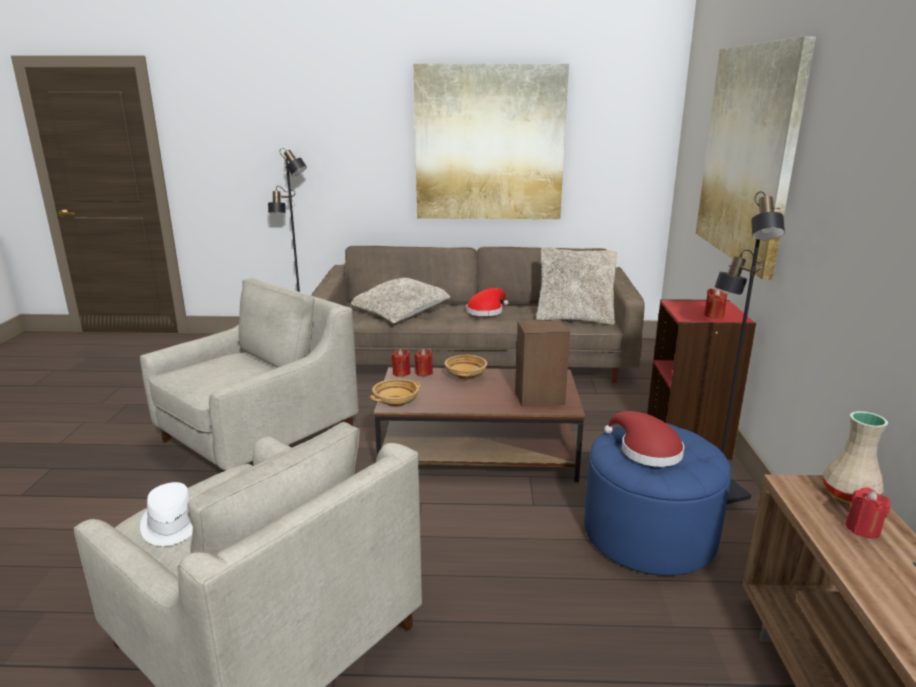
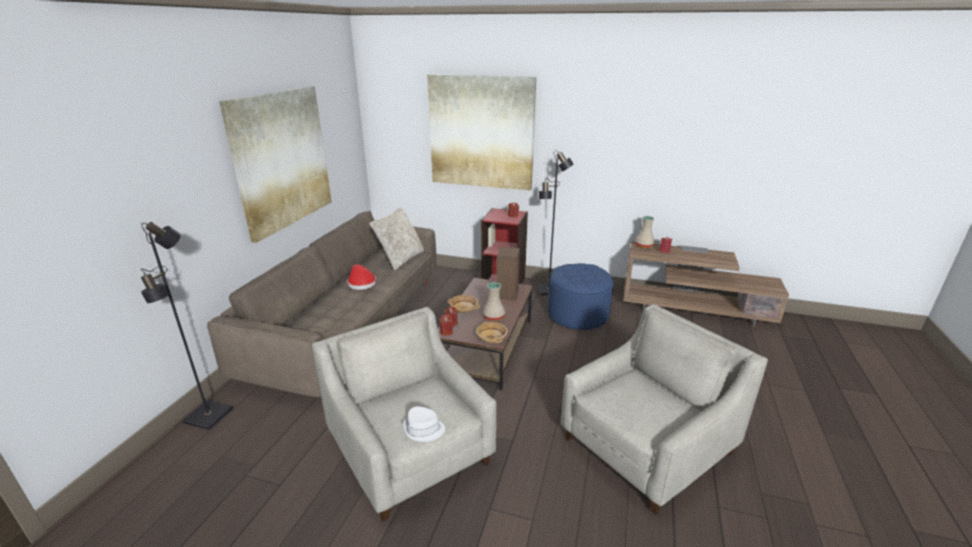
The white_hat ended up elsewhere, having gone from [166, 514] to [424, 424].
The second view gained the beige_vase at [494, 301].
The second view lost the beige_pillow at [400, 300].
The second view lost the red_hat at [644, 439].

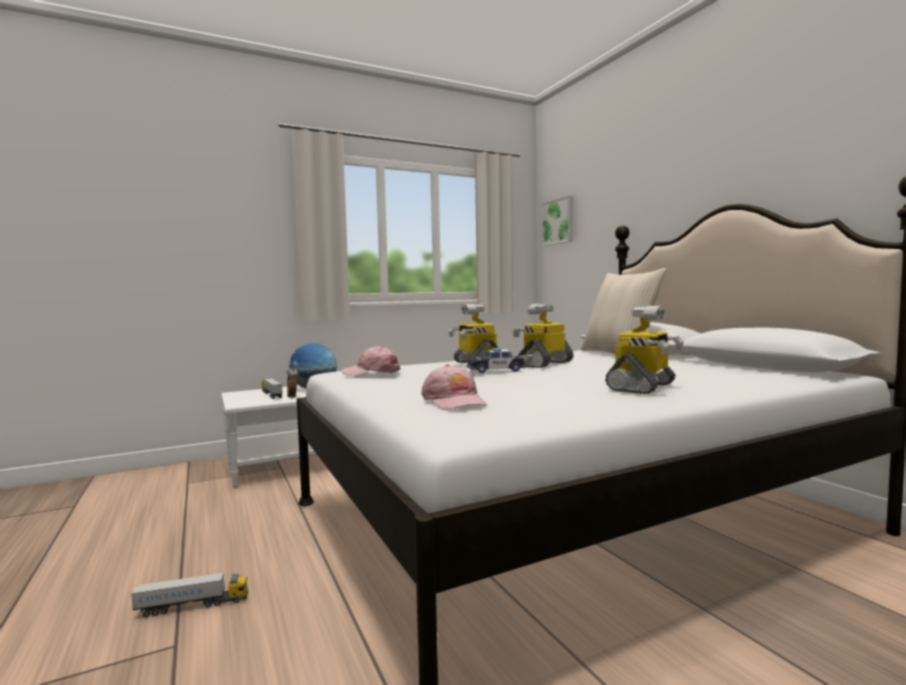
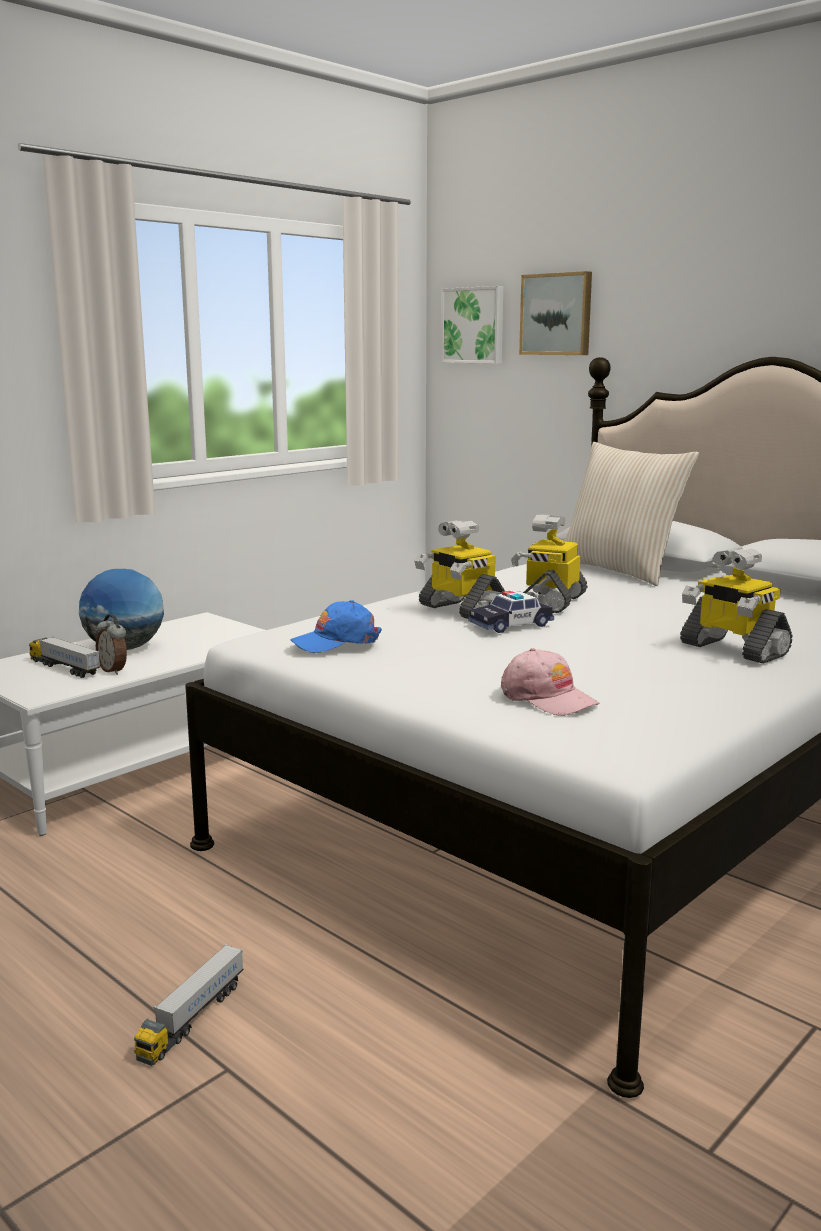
The toy_truck at [189, 594] ended up facing another way, 150 degrees clockwise from before.
What was the pink_cap at [371, 361] turned into the blue_cap at [336, 626].
The second view gained the picture at [555, 313].
The toy_robot at [644, 350] ended up facing another way, 120 degrees clockwise from before.

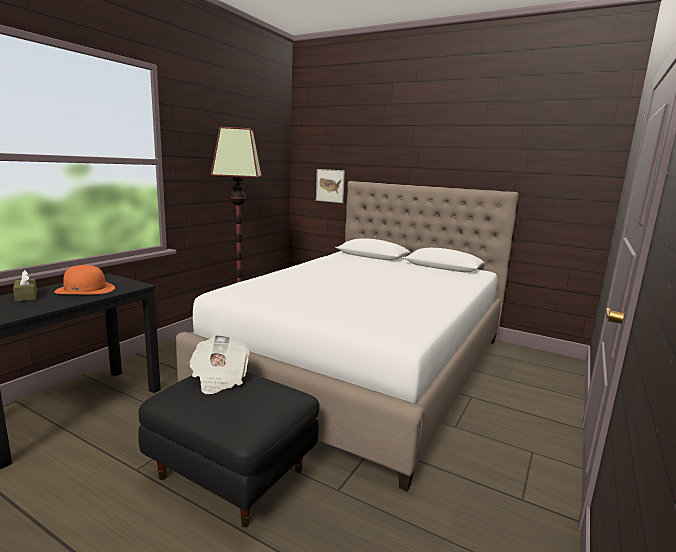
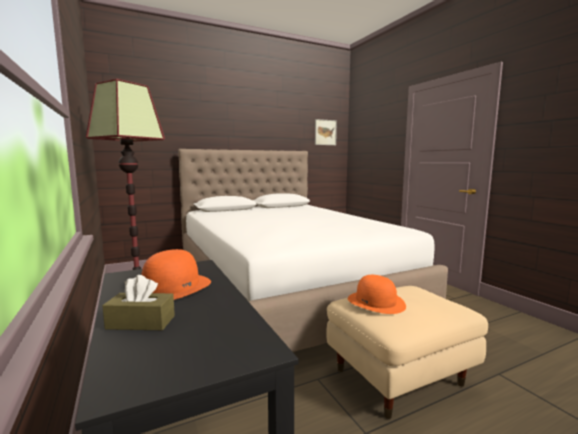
The picture ended up elsewhere, having gone from [330, 186] to [326, 132].
What was the black_ottoman at [229, 449] turned into the beige_ottoman at [407, 352].
Where the newspaper stood at [219, 364], the orange_hat came to stand at [377, 294].

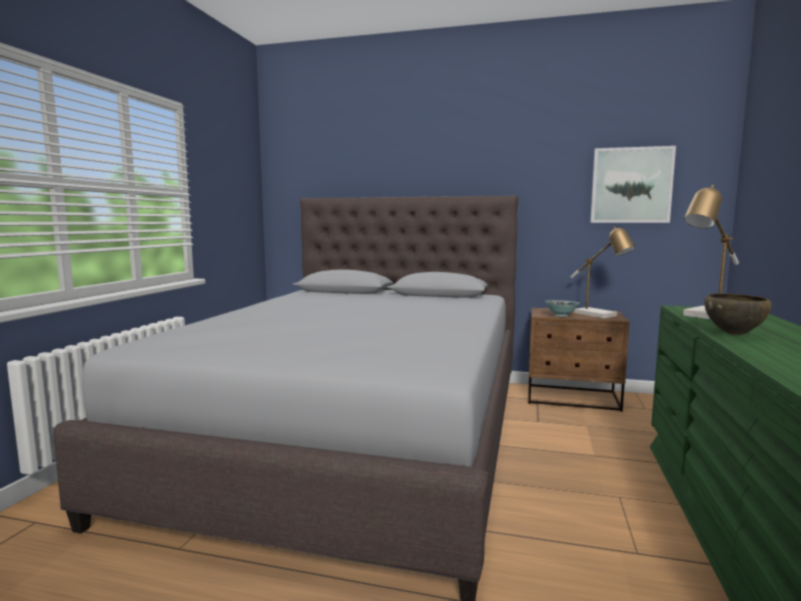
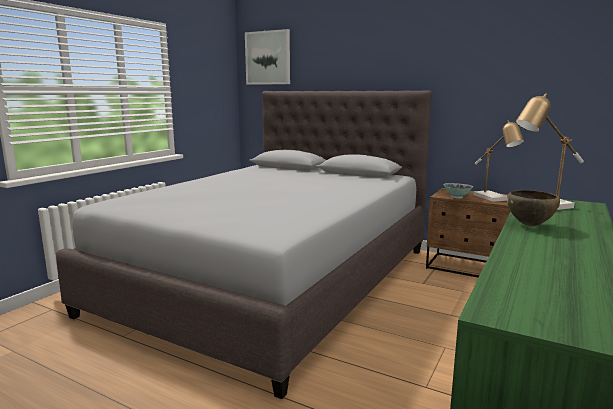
The picture ended up elsewhere, having gone from [633, 184] to [267, 57].

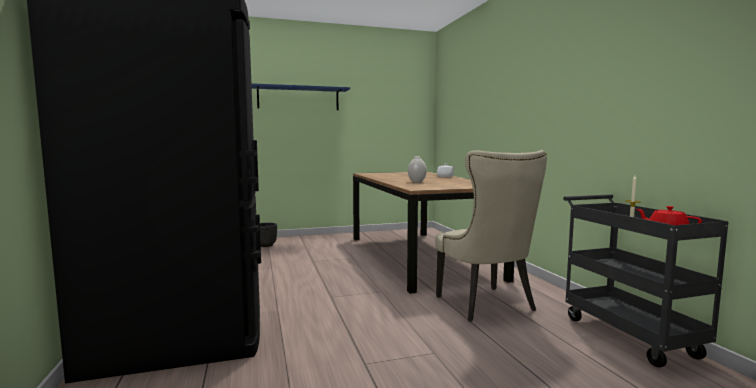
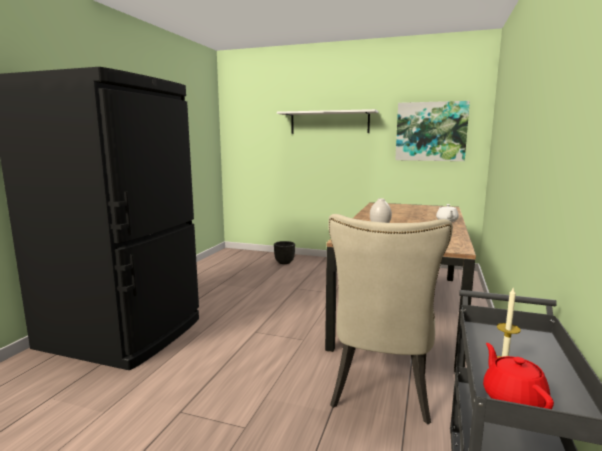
What was the blue_shelf at [300, 96] turned into the white_shelf at [327, 121].
The second view gained the picture at [432, 131].

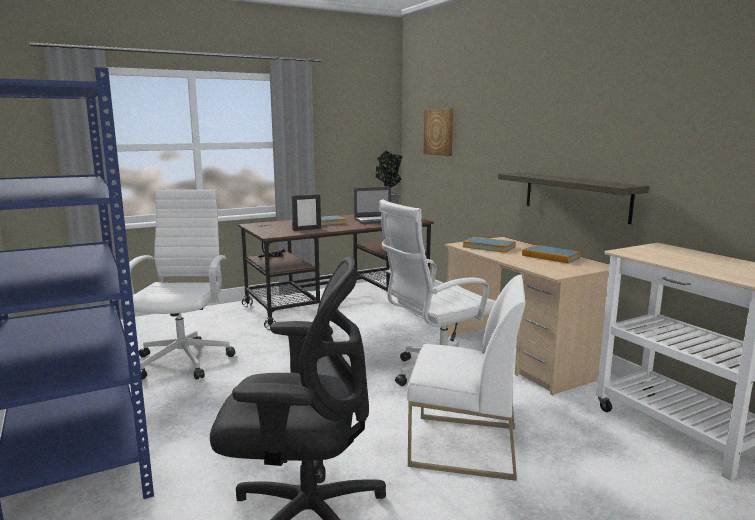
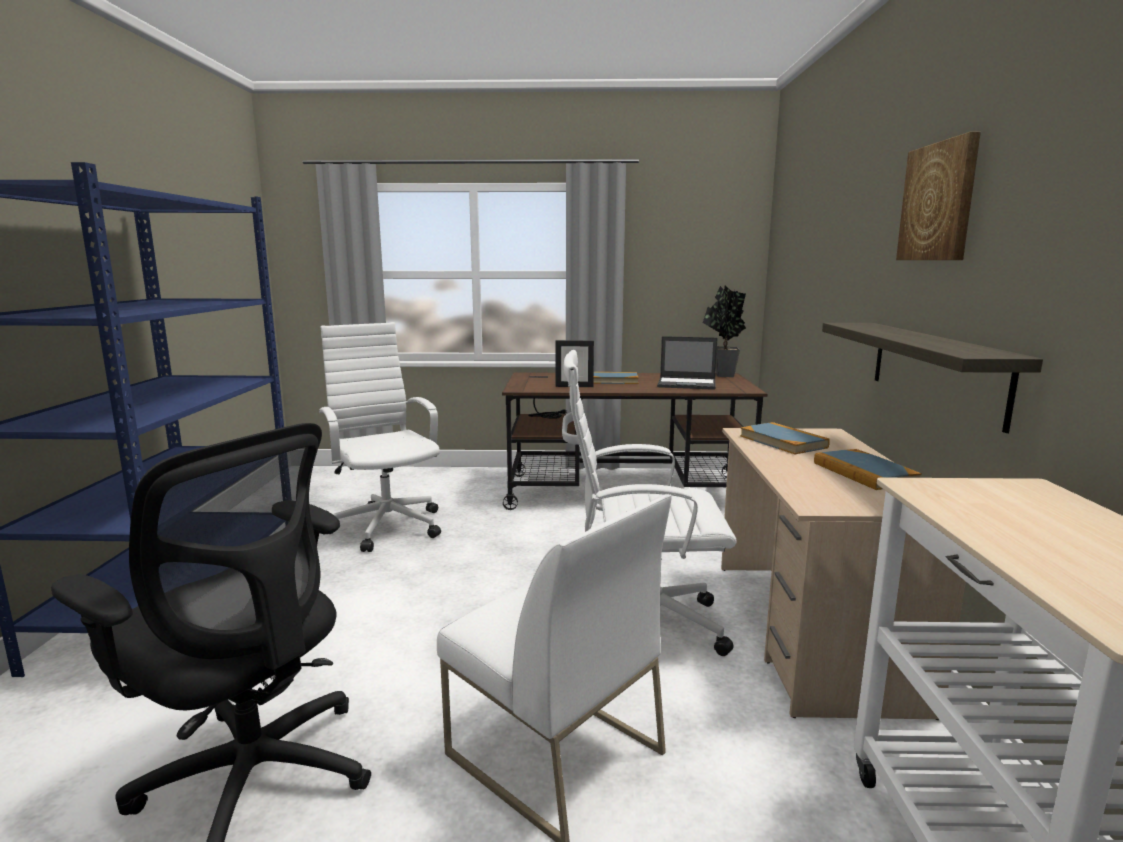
The white_office_chair at [179, 284] ended up facing another way, 60 degrees counterclockwise from before.
The picture ended up elsewhere, having gone from [438, 132] to [938, 196].

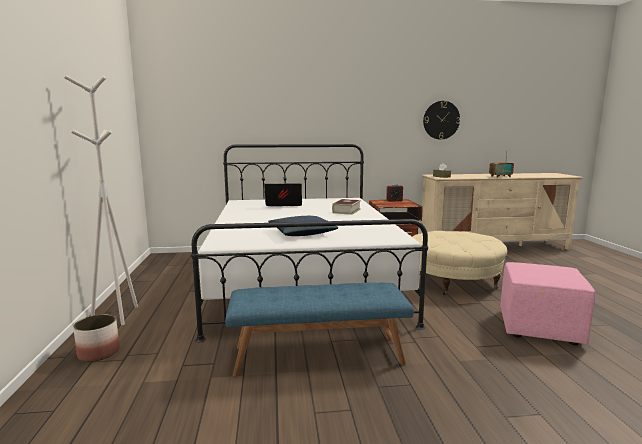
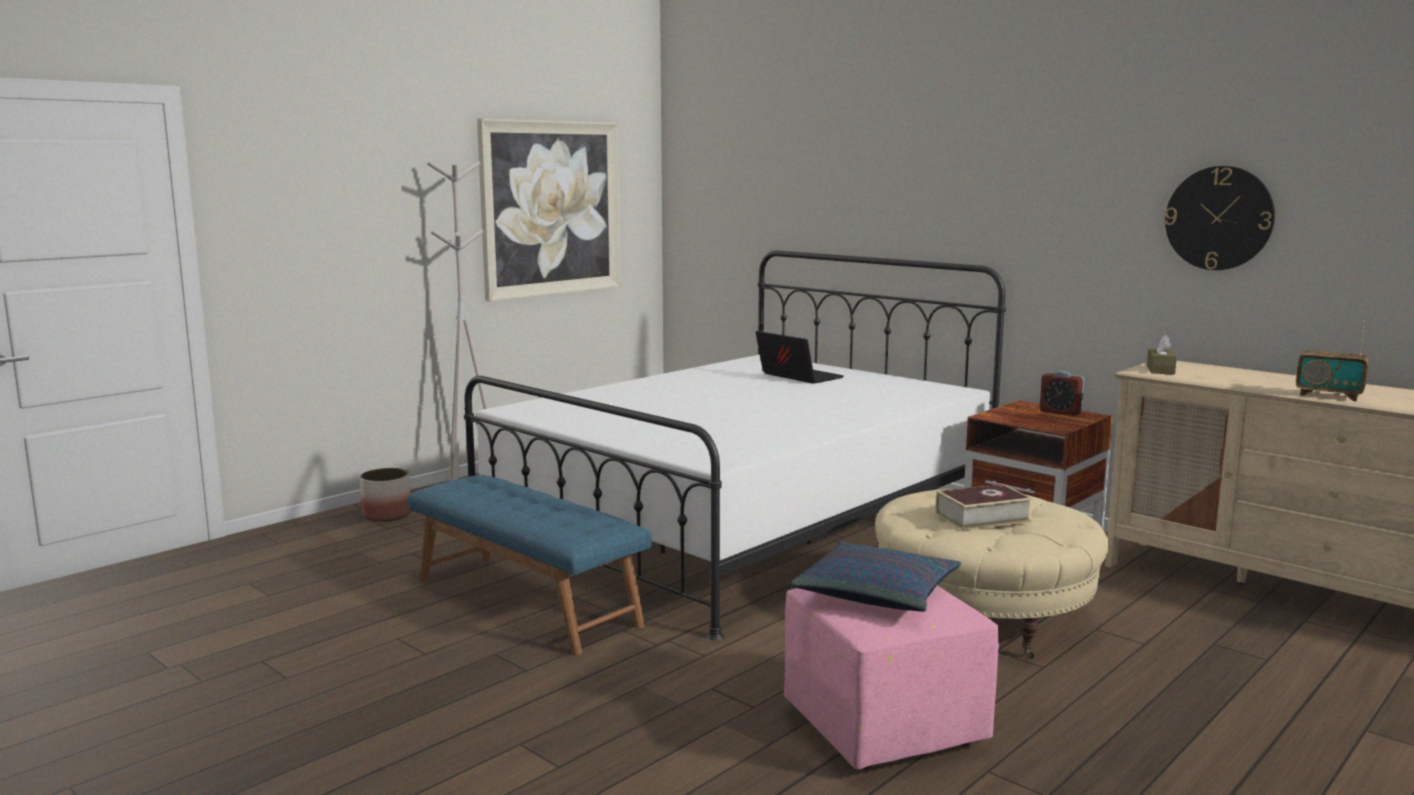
The second view gained the picture at [549, 210].
The blue_pillow ended up elsewhere, having gone from [303, 226] to [876, 576].
The book ended up elsewhere, having gone from [346, 207] to [984, 507].

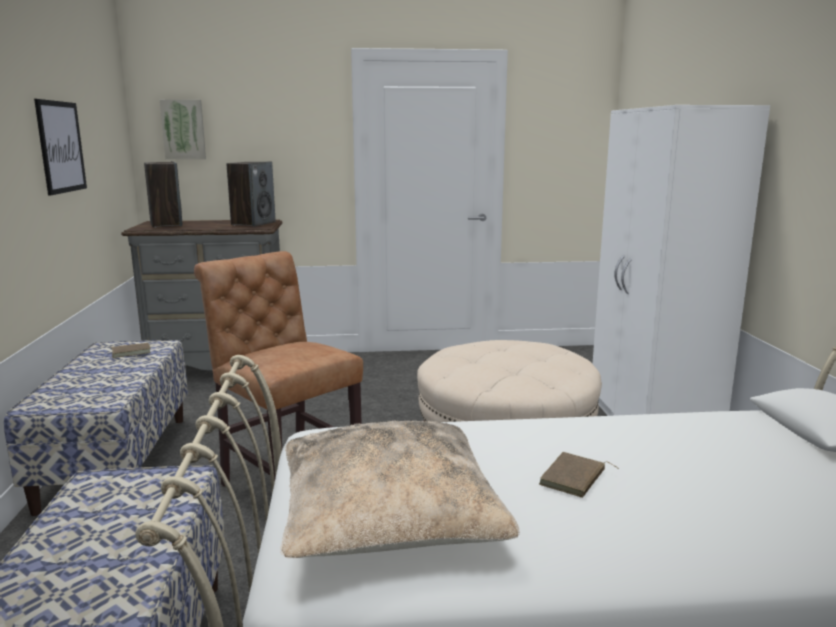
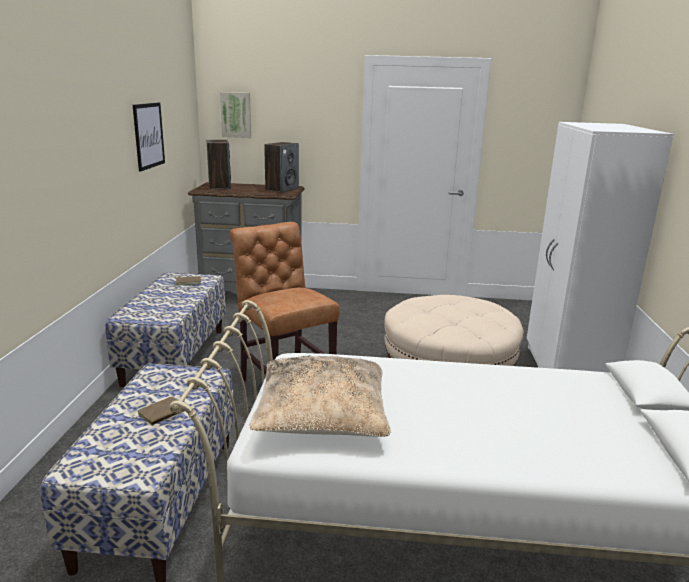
The brown_book ended up elsewhere, having gone from [579, 475] to [161, 410].

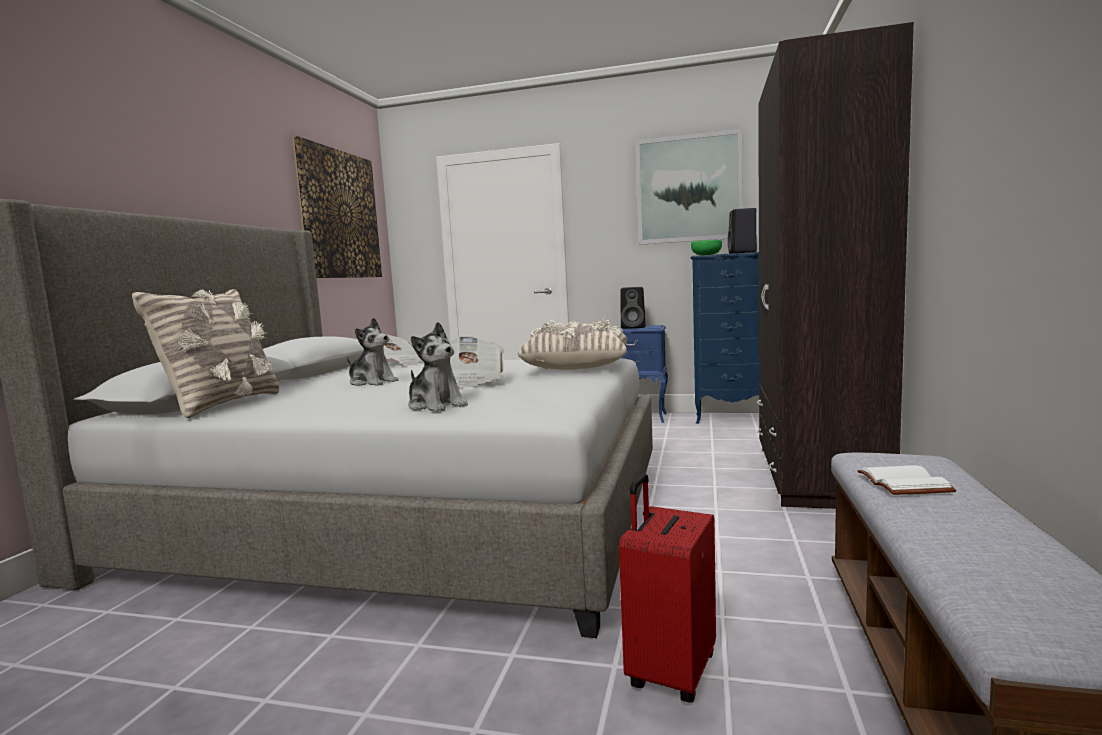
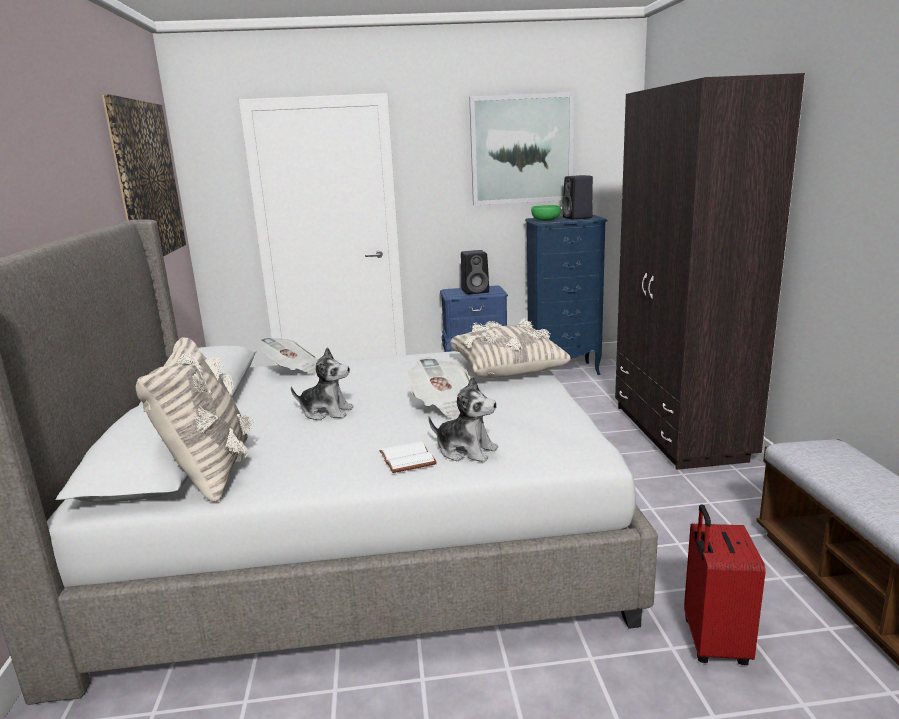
The white_book ended up elsewhere, having gone from [907, 480] to [408, 457].

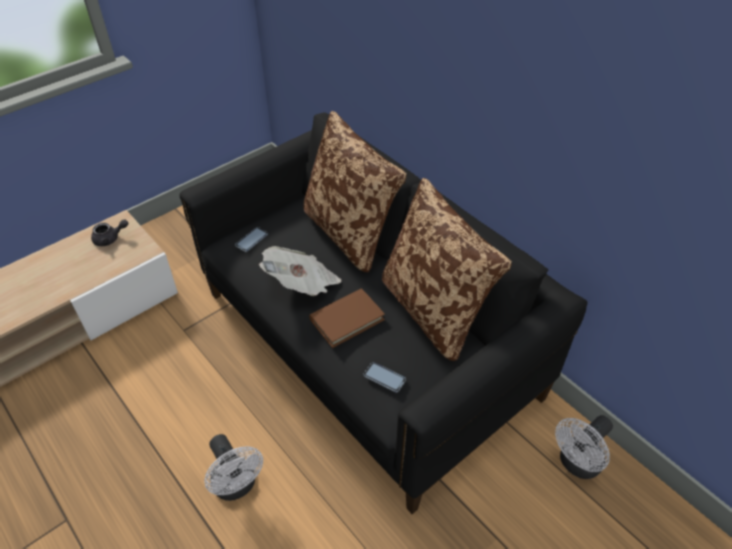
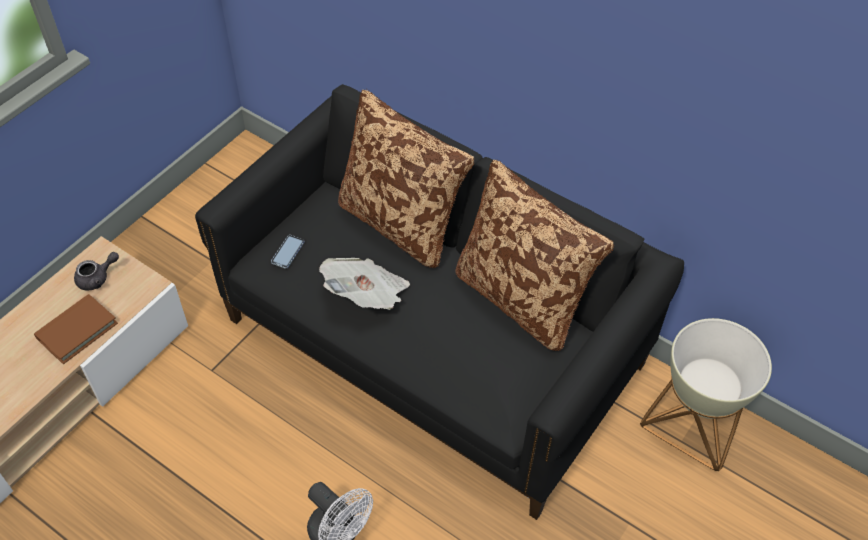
The brown_book ended up elsewhere, having gone from [347, 318] to [76, 329].
Where the white_fan stood at [584, 447], the planter came to stand at [706, 394].
The second view lost the phone at [385, 377].

